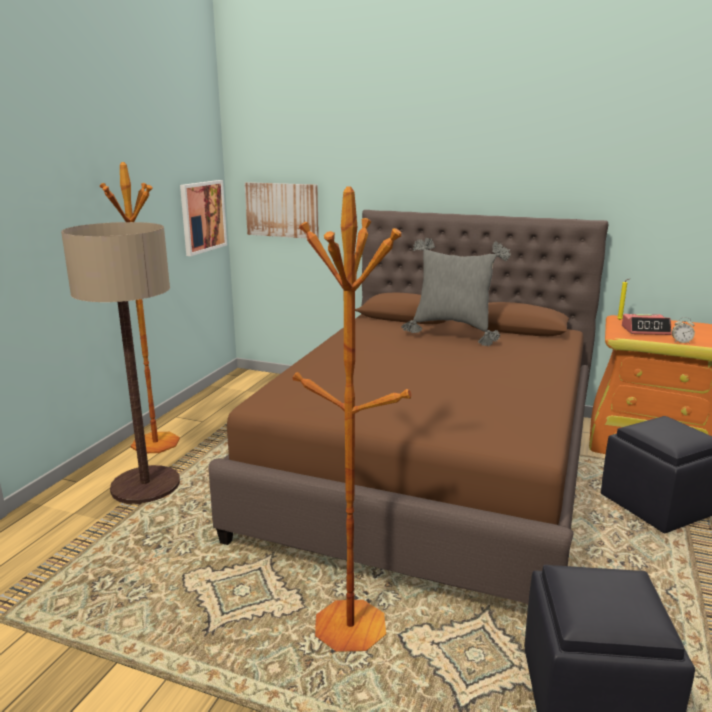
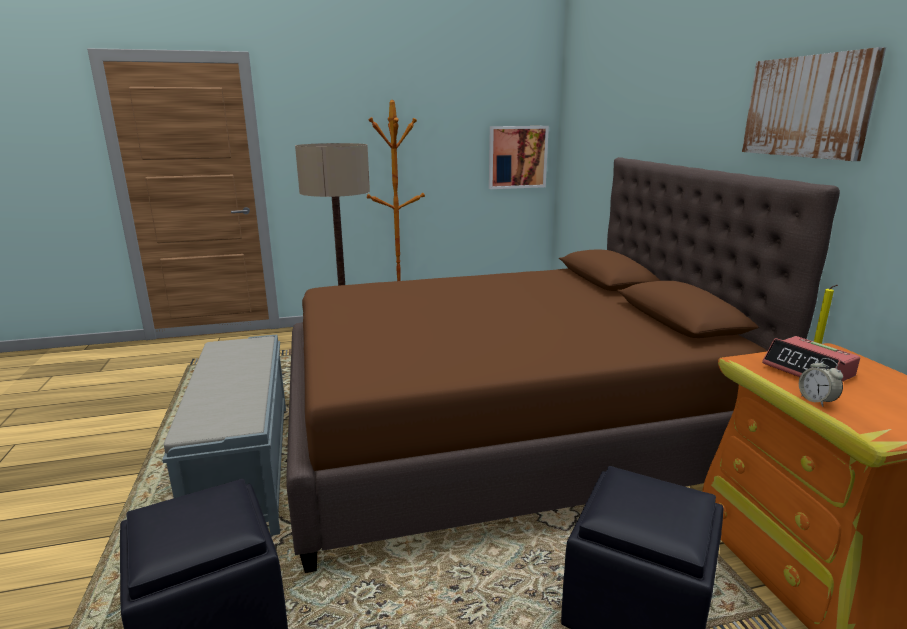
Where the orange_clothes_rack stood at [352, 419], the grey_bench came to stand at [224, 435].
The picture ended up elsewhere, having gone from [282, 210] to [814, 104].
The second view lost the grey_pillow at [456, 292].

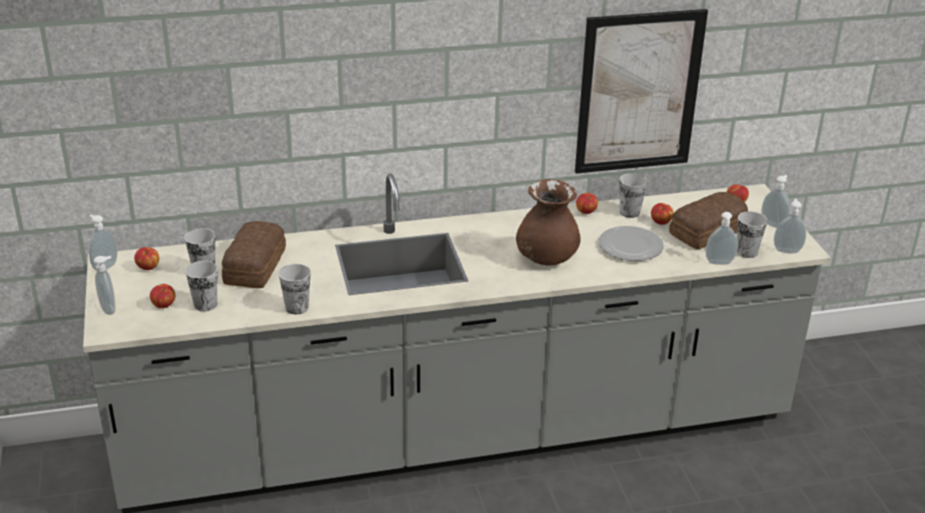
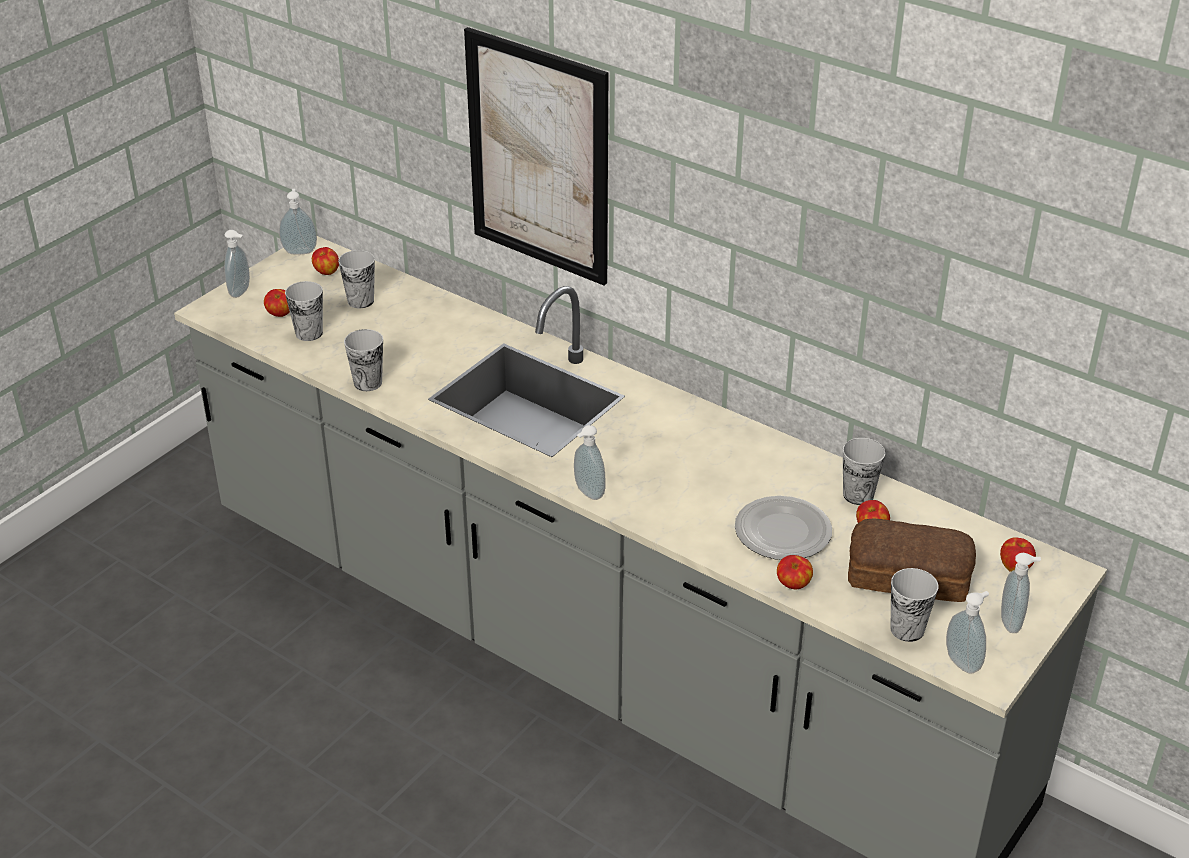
The picture ended up elsewhere, having gone from [641, 91] to [536, 156].
The soap_dispenser ended up elsewhere, having gone from [721, 238] to [590, 462].
The apple ended up elsewhere, having gone from [587, 203] to [795, 572].
The second view lost the bread at [254, 254].
The second view lost the brown_vase at [548, 222].

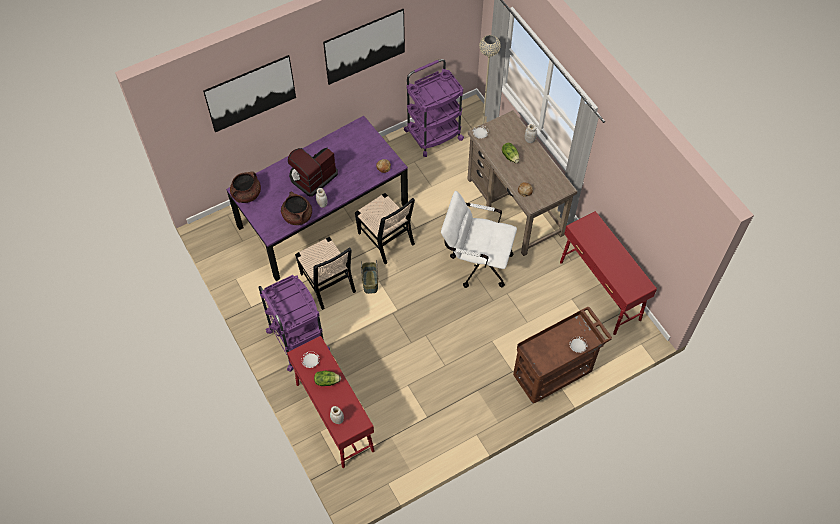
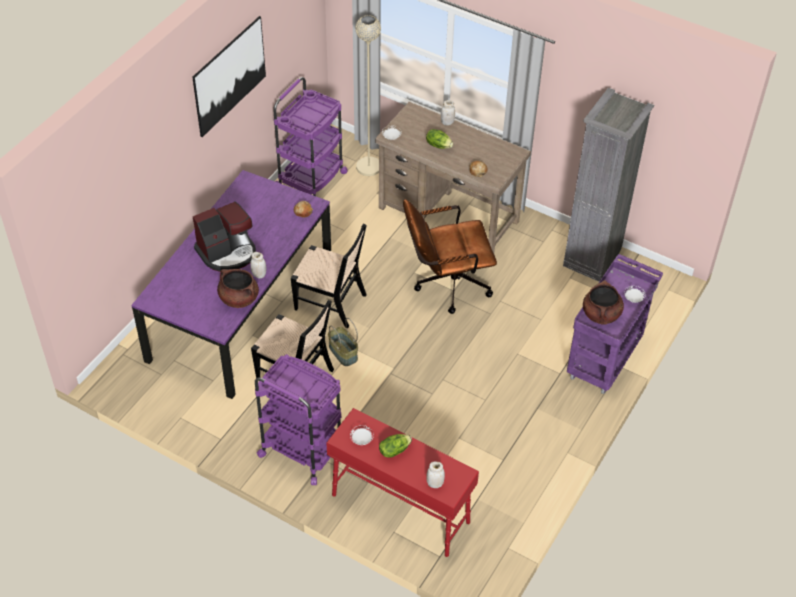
The coffee_machine at [313, 172] ended up facing another way, 135 degrees counterclockwise from before.
What was the white_office_chair at [479, 239] turned into the brown_office_chair at [450, 256].
Where the red_console_table stood at [608, 273], the grey_cabinet came to stand at [609, 185].
What was the brown_cart at [562, 355] turned into the purple_cart at [615, 324].
The brown_cooking_pot ended up elsewhere, having gone from [245, 187] to [603, 302].
The second view lost the picture at [249, 93].

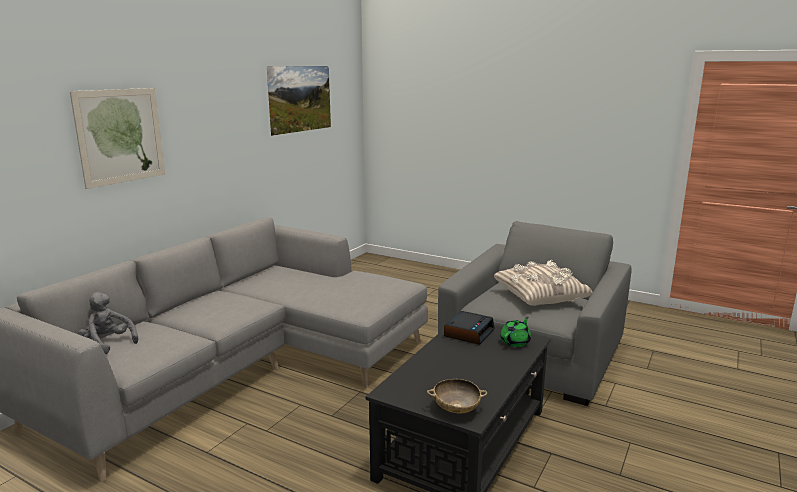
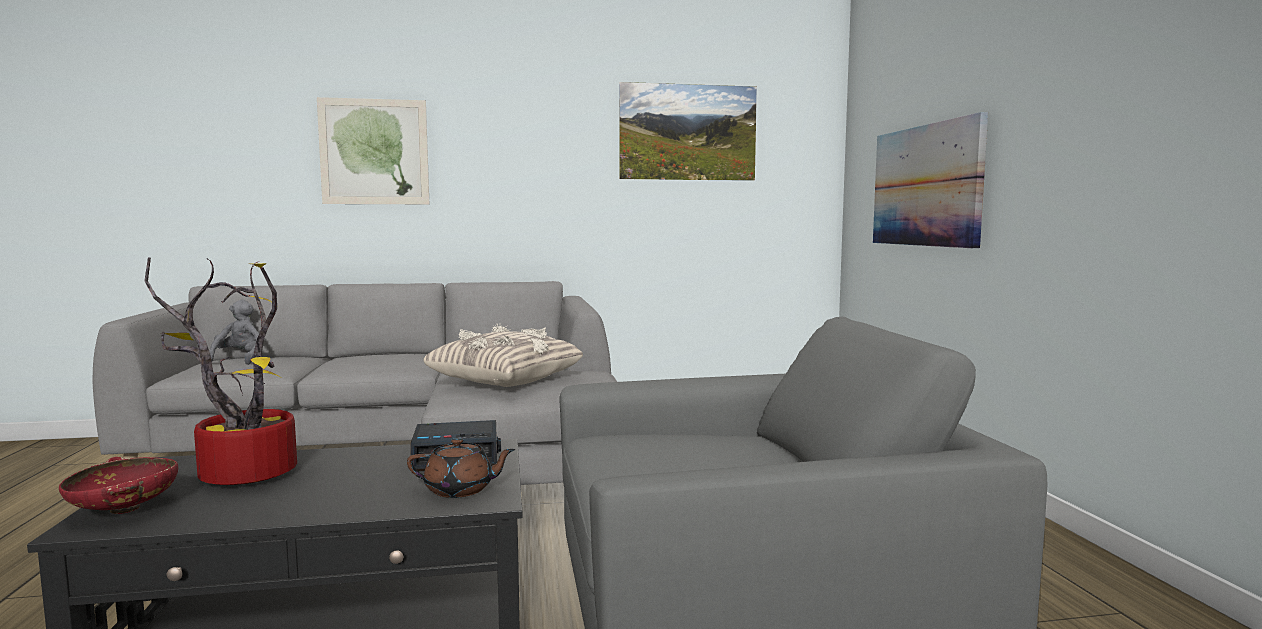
What was the beige_bowl at [457, 396] turned into the red_bowl at [118, 485].
The second view gained the potted_plant at [220, 371].
What was the green_teapot at [515, 332] turned into the brown_teapot at [461, 468].
The beige_pillow ended up elsewhere, having gone from [543, 282] to [503, 355].
The second view gained the picture at [930, 180].

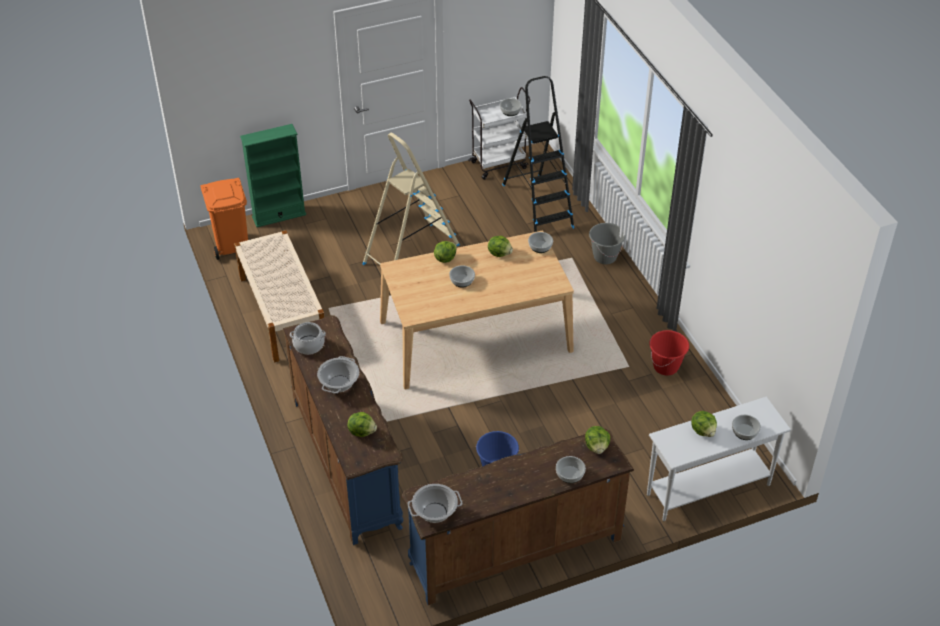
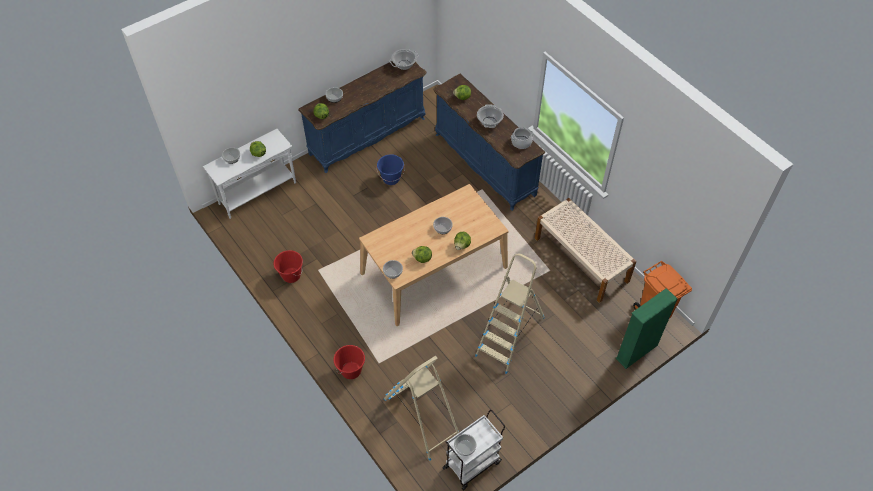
What was the grey_bucket at [607, 243] turned into the red_bucket at [349, 362].
What was the black_step_ladder at [538, 154] turned into the beige_step_ladder at [421, 408].

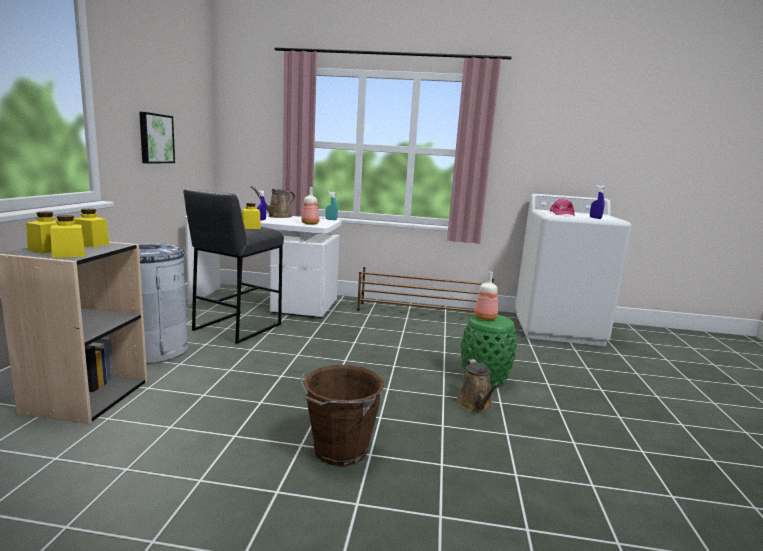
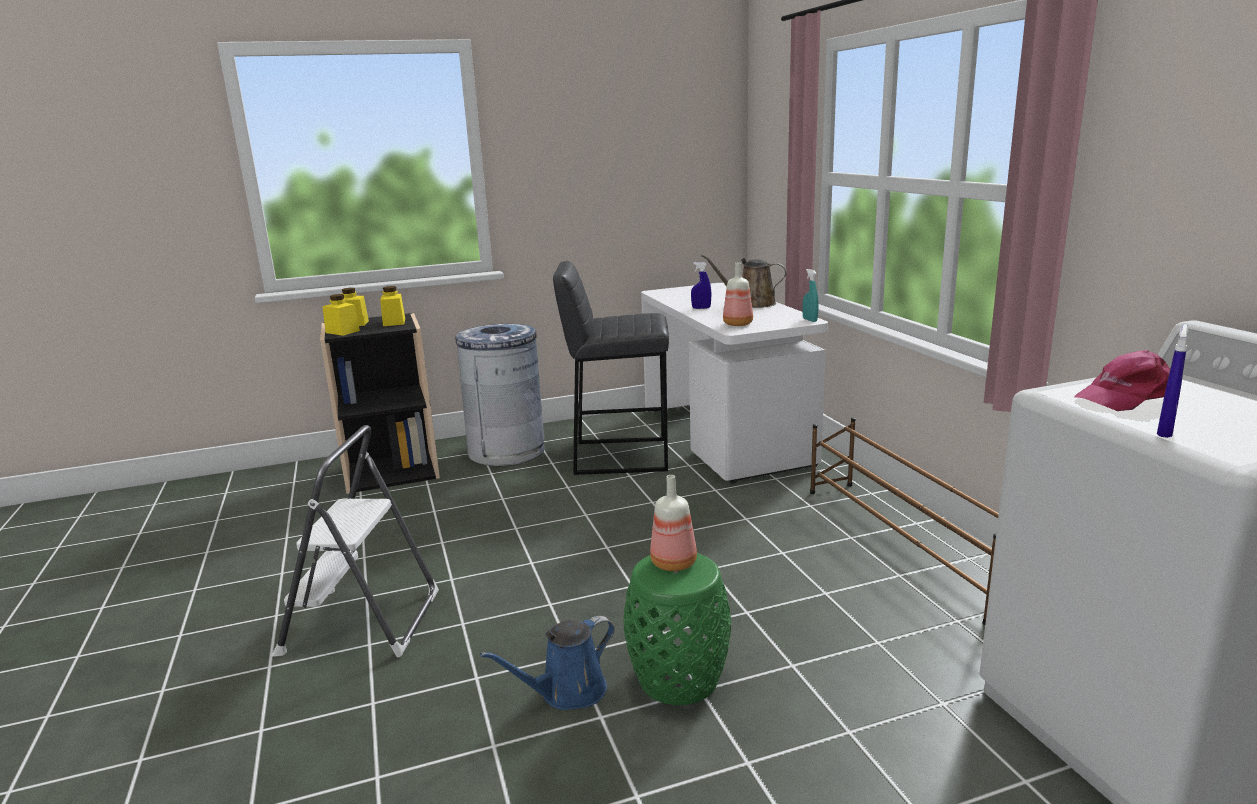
Where the brown_bucket stood at [342, 415], the white_step_ladder came to stand at [355, 541].
What was the brown_watering_can at [477, 385] turned into the blue_watering_can at [547, 663].
The second view lost the picture at [157, 138].
The second view lost the yellow_jar at [251, 216].

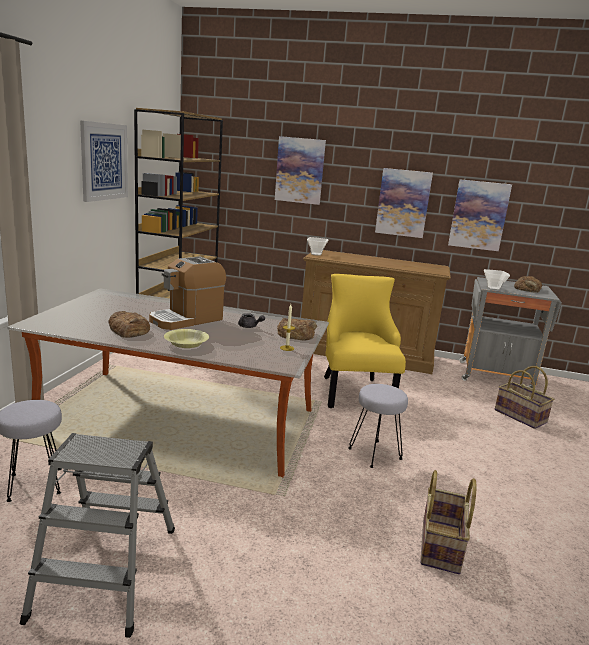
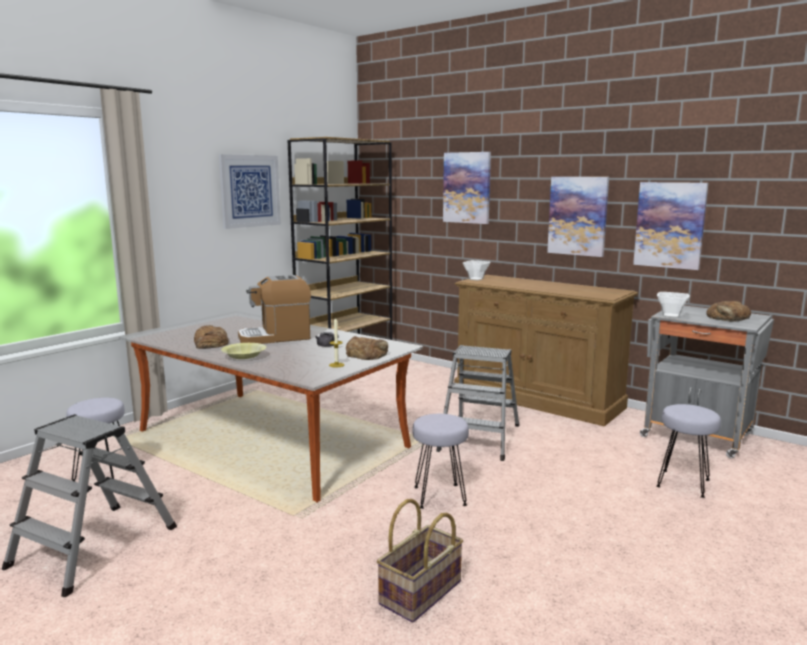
Where the yellow_chair stood at [365, 341], the grey_step_ladder came to stand at [477, 403].
Where the basket stood at [524, 397], the grey_stool came to stand at [688, 451].

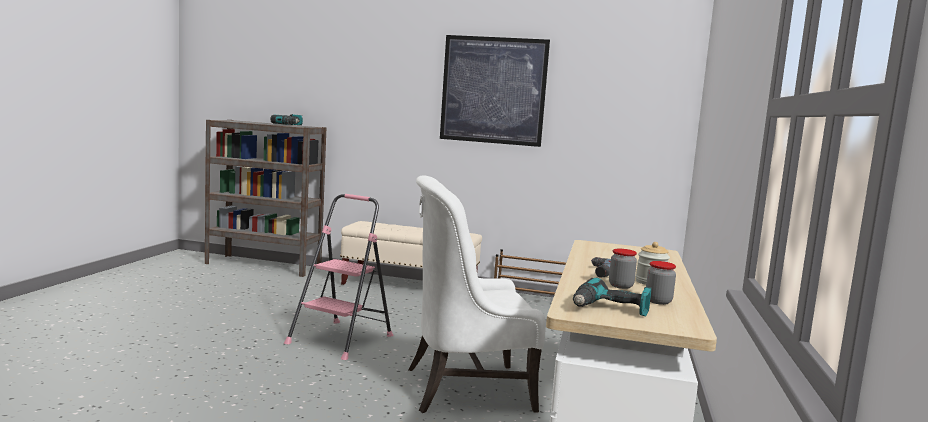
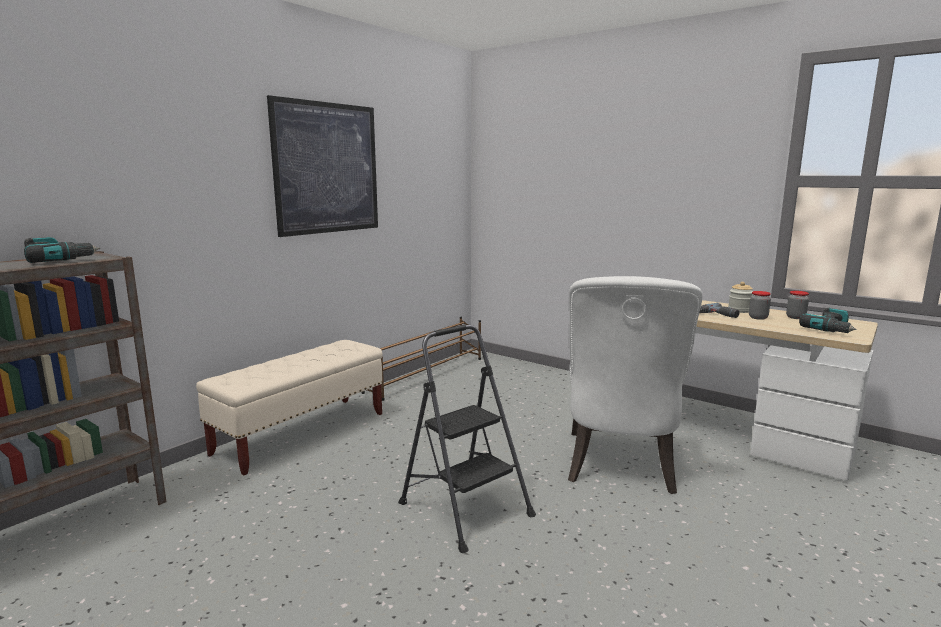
What was the pink_step_ladder at [339, 277] turned into the black_step_ladder at [467, 439].

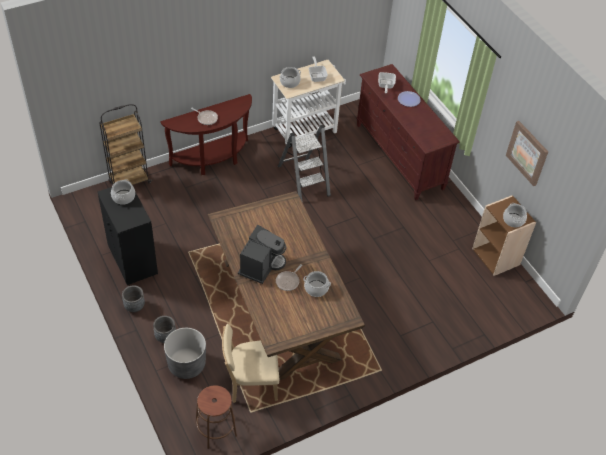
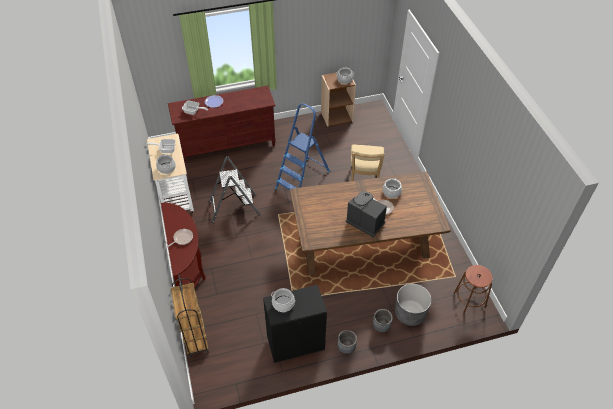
The second view gained the blue_step_ladder at [302, 146].
The beige_chair ended up elsewhere, having gone from [250, 363] to [368, 163].
The second view lost the picture at [527, 153].

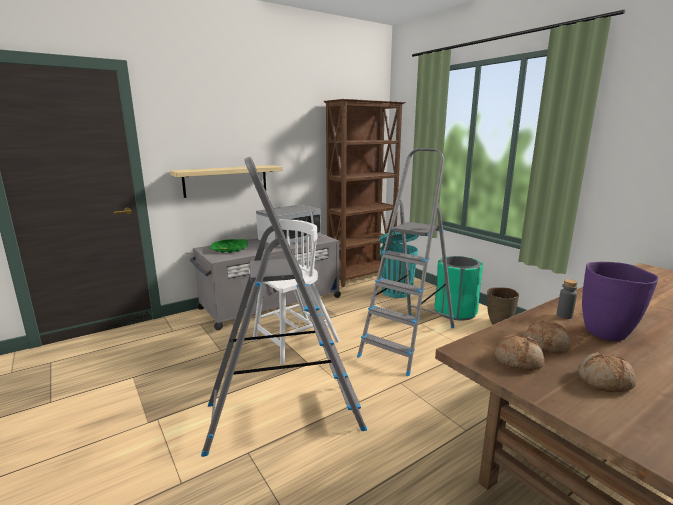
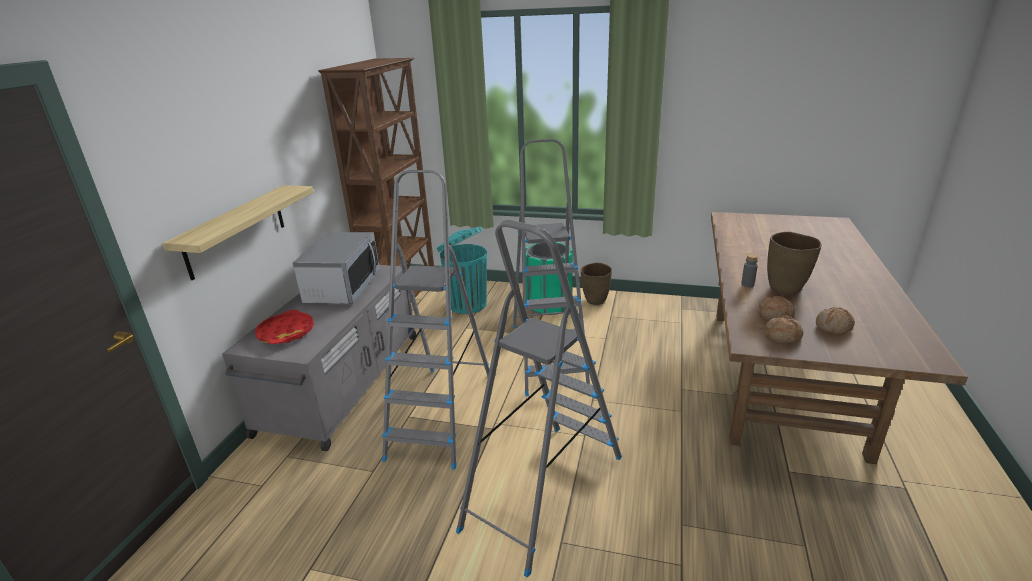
What was the green_tray at [229, 246] turned into the red_tray at [284, 327].
Where the white_chair stood at [294, 292], the grey_step_ladder came to stand at [435, 320].
What was the purple_vase at [620, 301] turned into the brown_vase at [794, 263].

